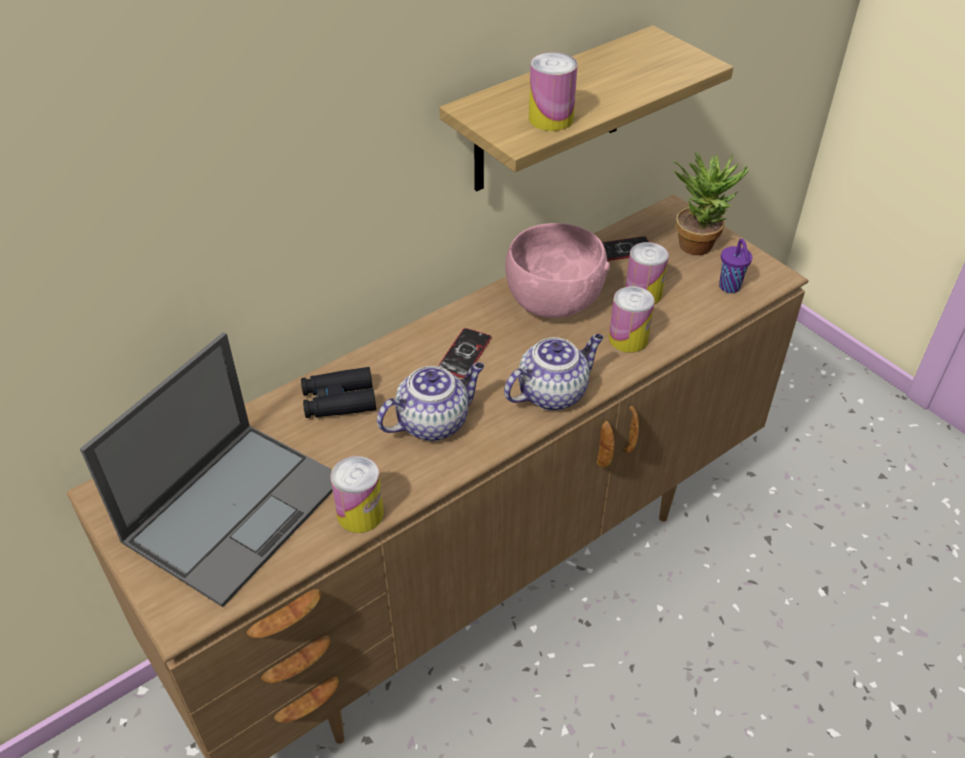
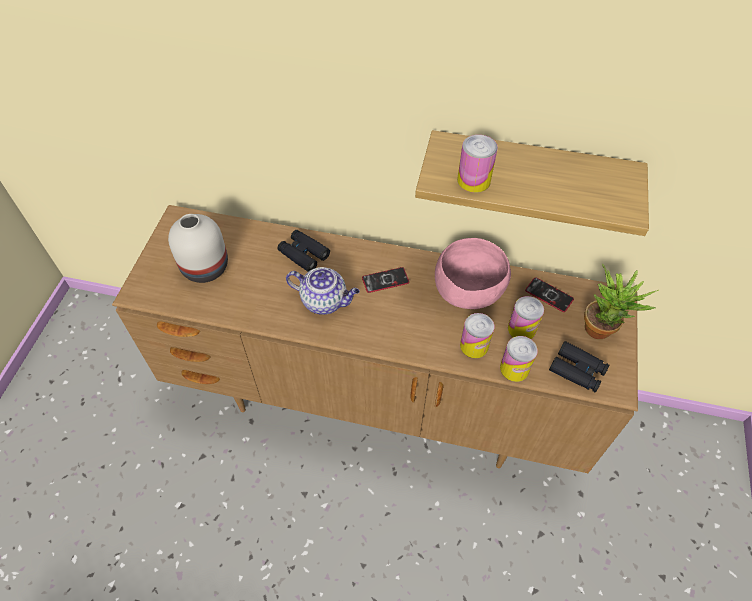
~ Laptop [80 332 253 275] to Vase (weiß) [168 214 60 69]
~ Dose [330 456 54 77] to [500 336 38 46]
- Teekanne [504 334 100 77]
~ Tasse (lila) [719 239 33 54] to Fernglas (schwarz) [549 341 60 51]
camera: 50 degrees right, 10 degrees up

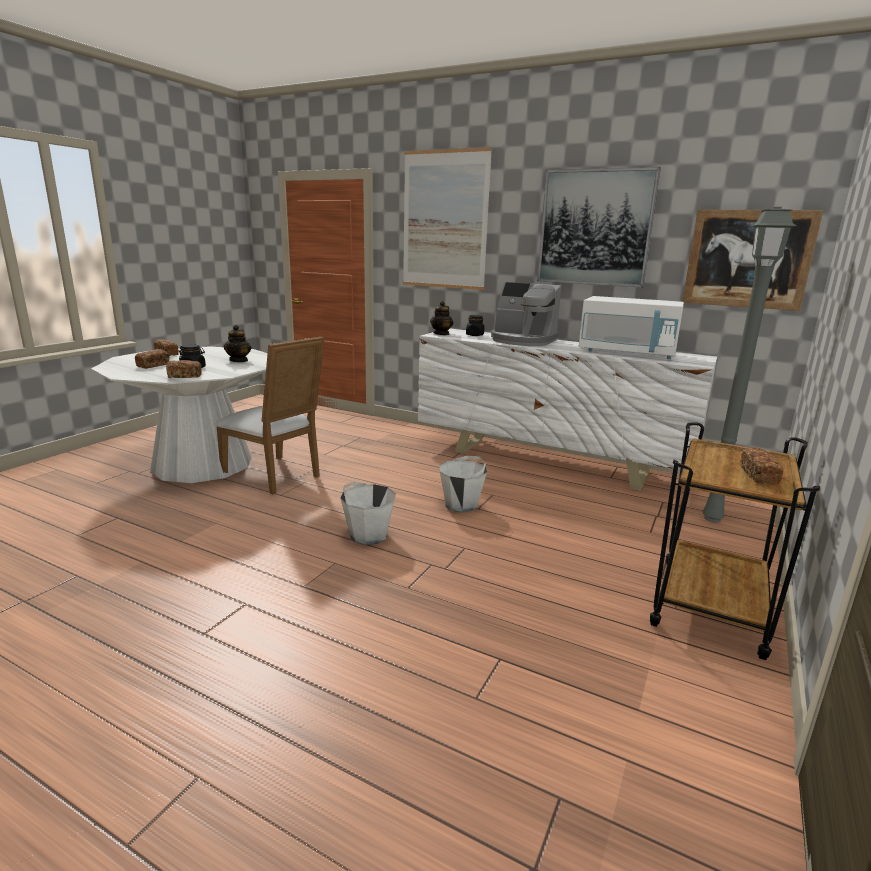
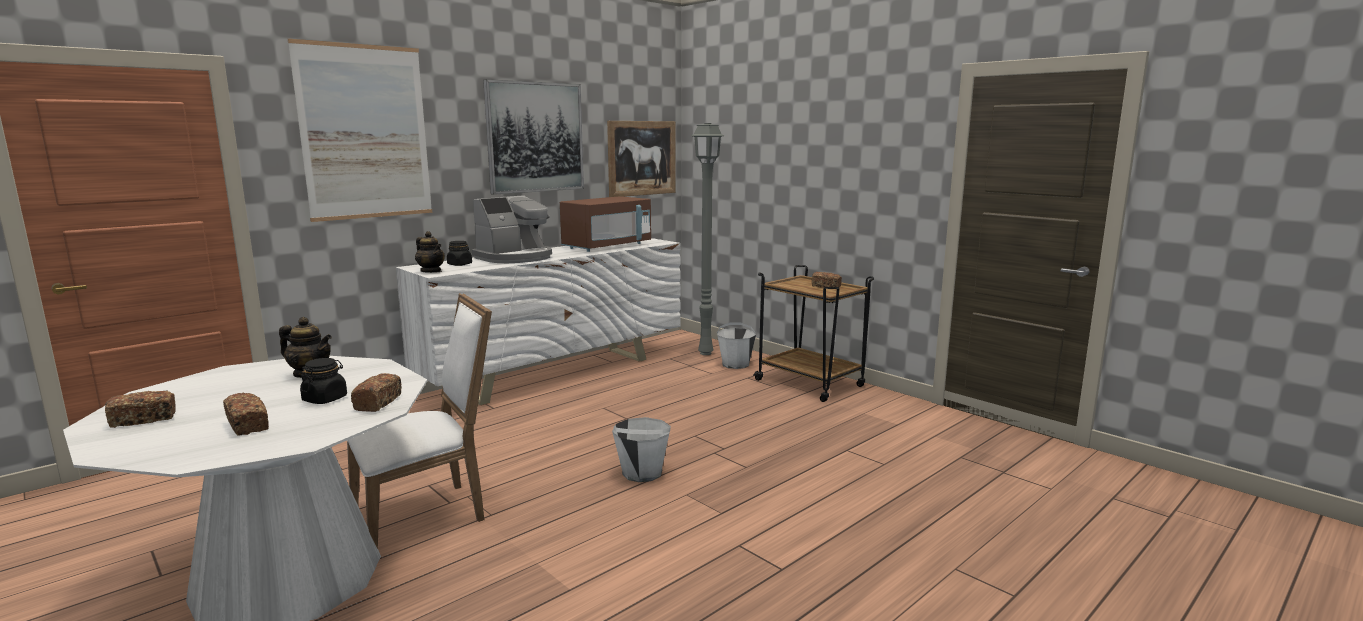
~ Eimer (weiß) [439 456 48 57] to [717 323 39 46]
~ Mikrowelle (weiß) [579 296 105 63] to Mikrowelle (braun) [560 196 91 56]
camera: 70 degrees left, 5 degrees down

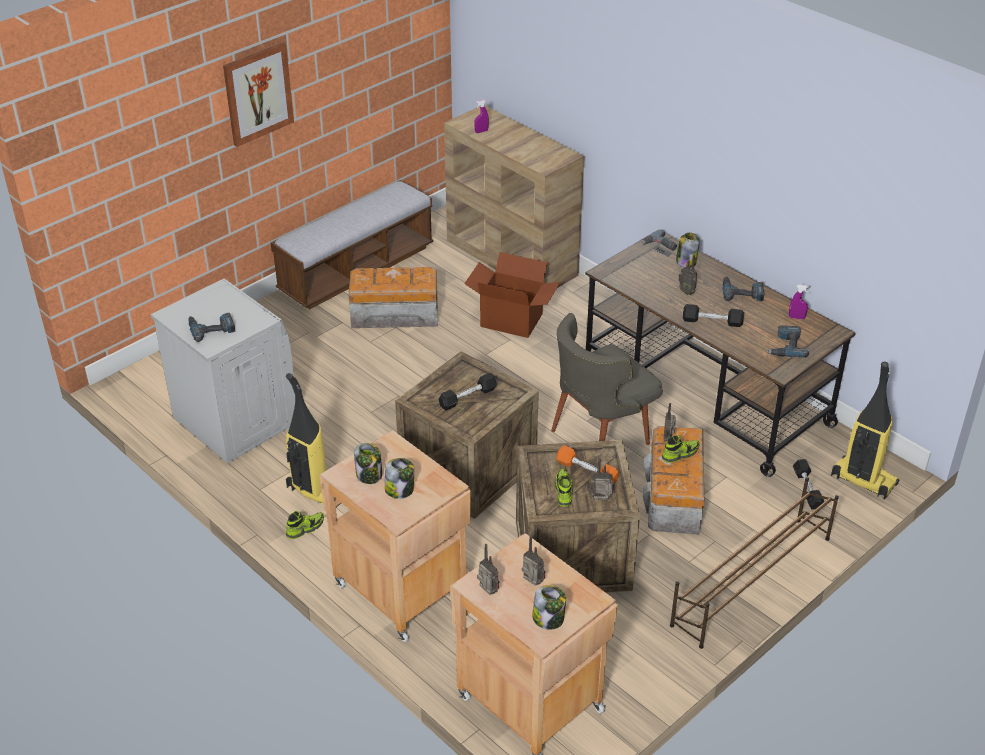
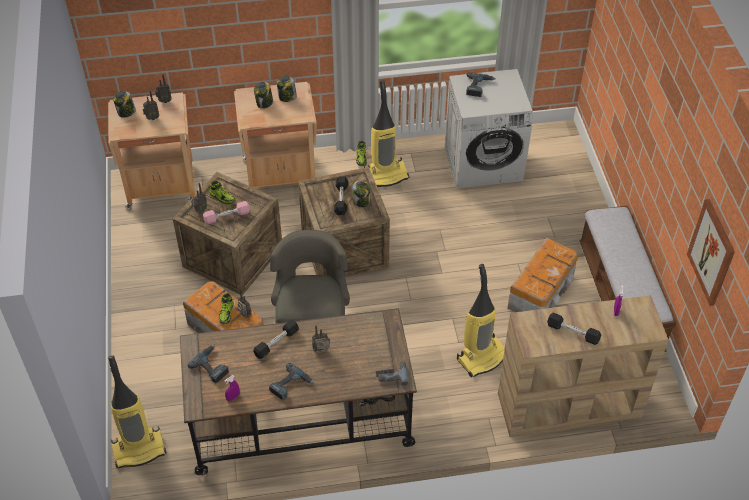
~ Bild [223 42 71 105] to [687 199 48 107]
~ Karton [464 252 96 86] to Staubsauger [457 264 48 113]
~ Hantel (orange) [556 445 63 38] to Hantel (rosa) [203 201 47 23]
- Schuhregal (braun) [670 477 169 172]
~ Vorratsglas [676 233 24 35] to [352 181 18 26]
~ Hantel (schwarz) [793 459 31 51] to [547 313 54 32]
camera: 125 degrees right, 10 degrees up

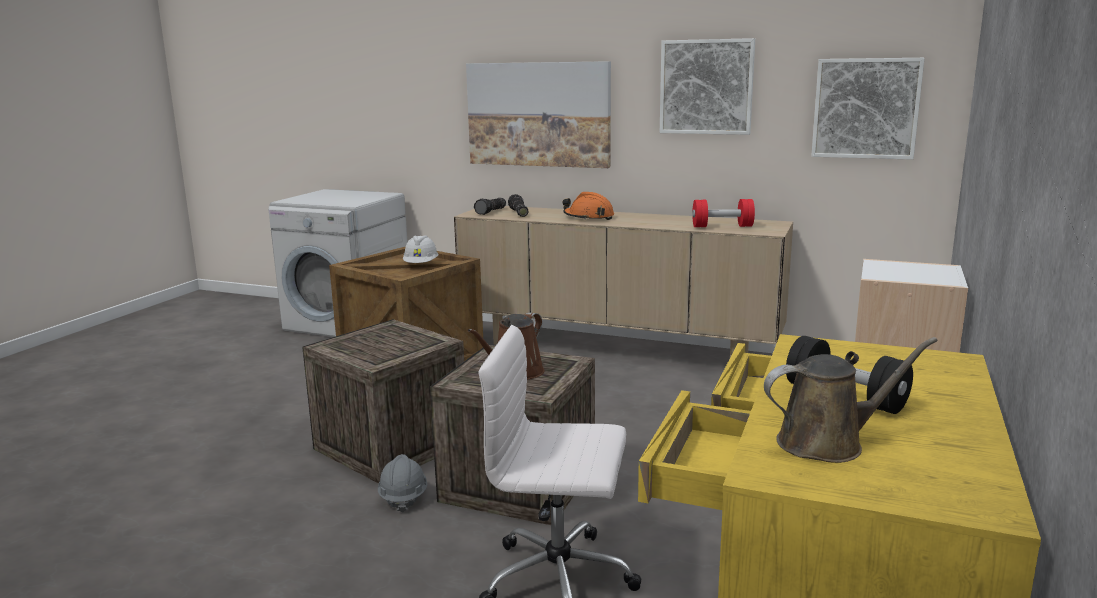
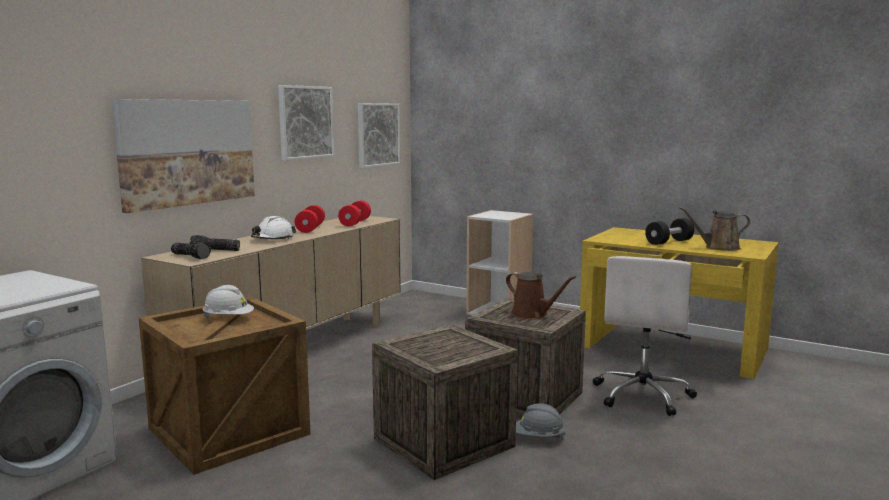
~ Schutzhelm (orange) [562 192 52 28] to Schutzhelm (weiß) [251 216 45 23]
~ Gießkanne (braun) [764 337 174 126] = [679 207 71 44] 90 degrees counterclockwise
+ Hantel (rot) [295 205 30 28]
camera: 80 degrees left, 5 degrees down

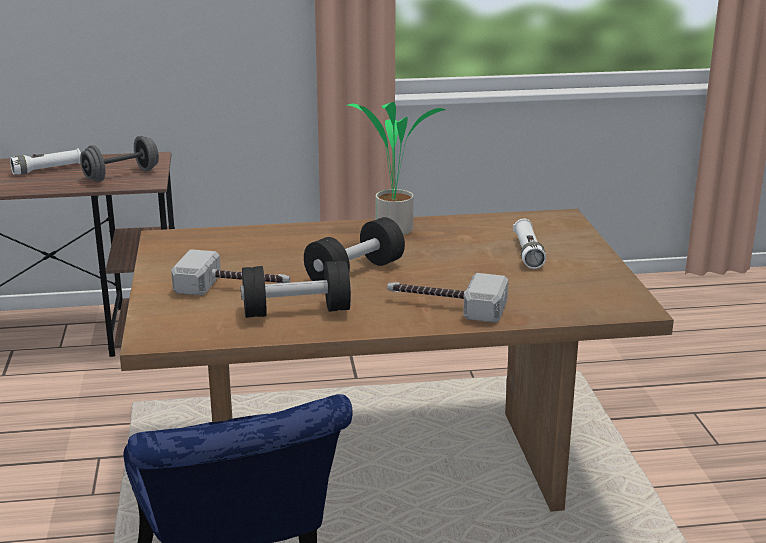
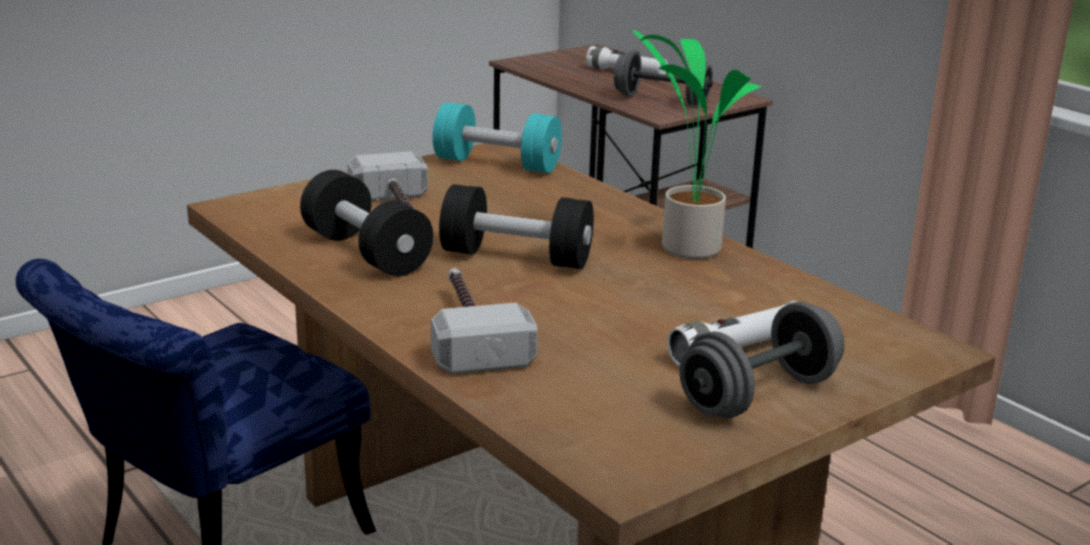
+ Hantel (türkis) [433 102 129 71]
+ Hantel (grau) [679 302 166 116]
camera: 60 degrees right, 0 degrees up

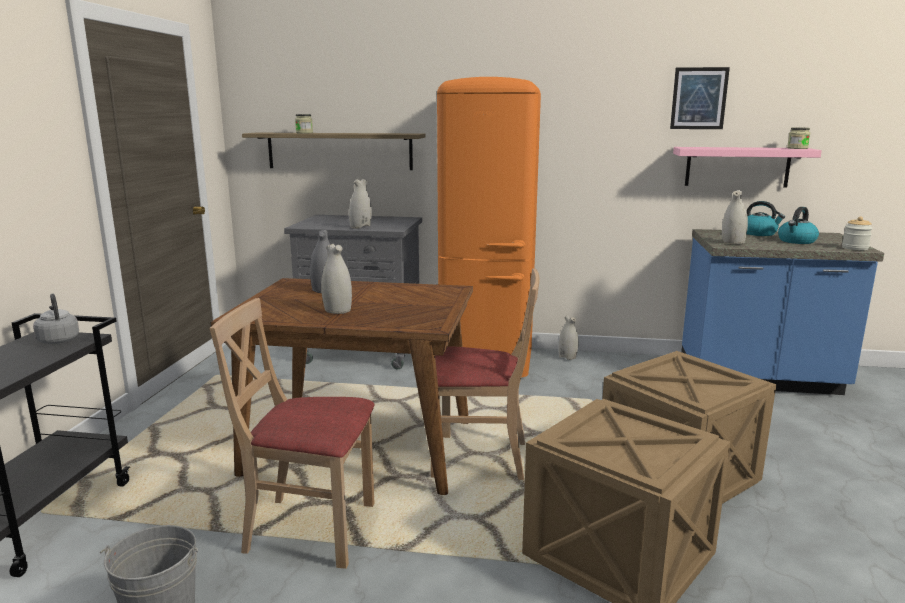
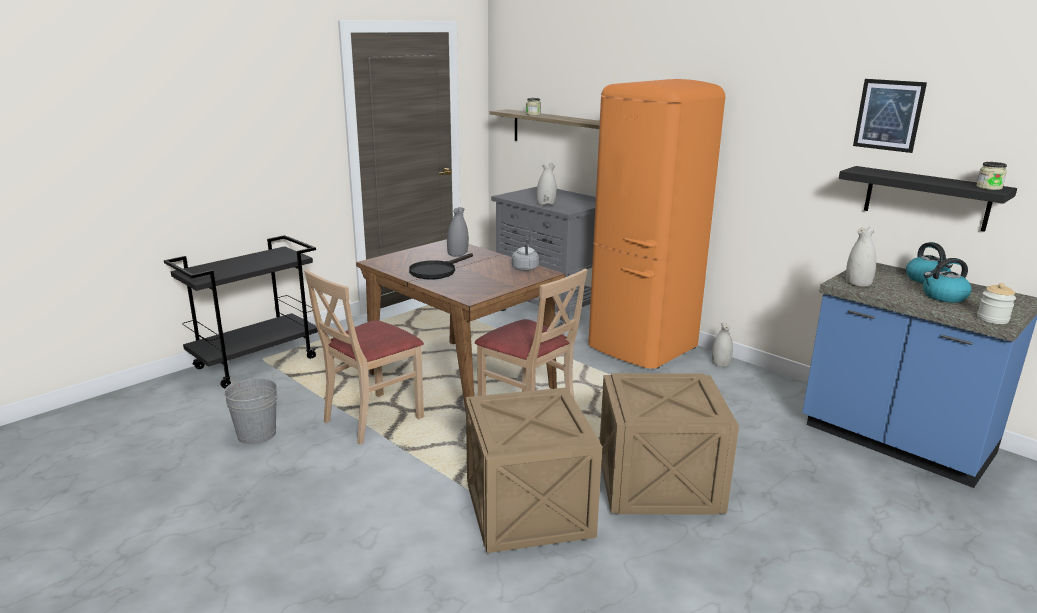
~ Wasserkessel (grau) [33 294 46 50] to [512 236 27 35]
~ Stuhl (beige) [210 298 165 271] = [304 270 120 175] 90 degrees counterclockwise
~ Vase (weiß) [321 244 31 70] to Pfanne (schwarz) [409 253 64 27]
~ Wandregal (rosa) [673 147 149 40] to Wandregal (schwarz) [839 166 178 66]
camera: 35 degrees right, 5 degrees up

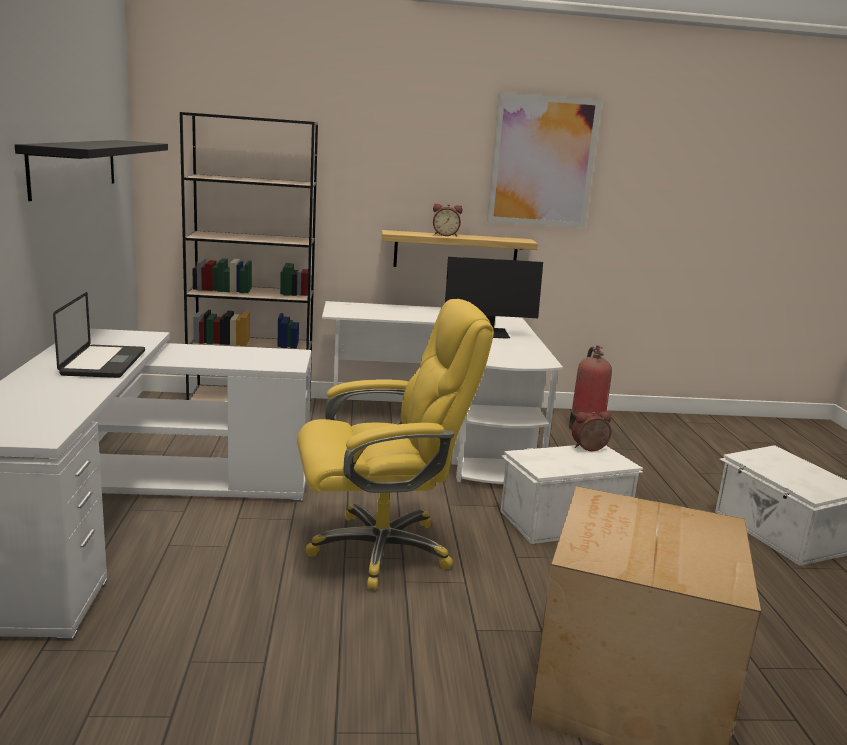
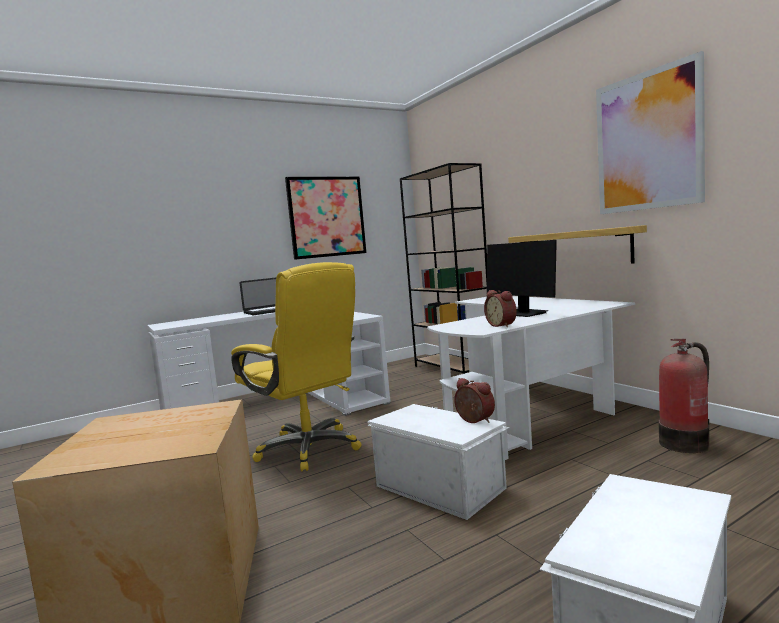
~ Wandregal (schwarz) [15 140 153 61] to Bild [285 177 82 83]
~ Wecker [433 204 29 33] to [484 290 33 38]
camera: 65 degrees right, 10 degrees down

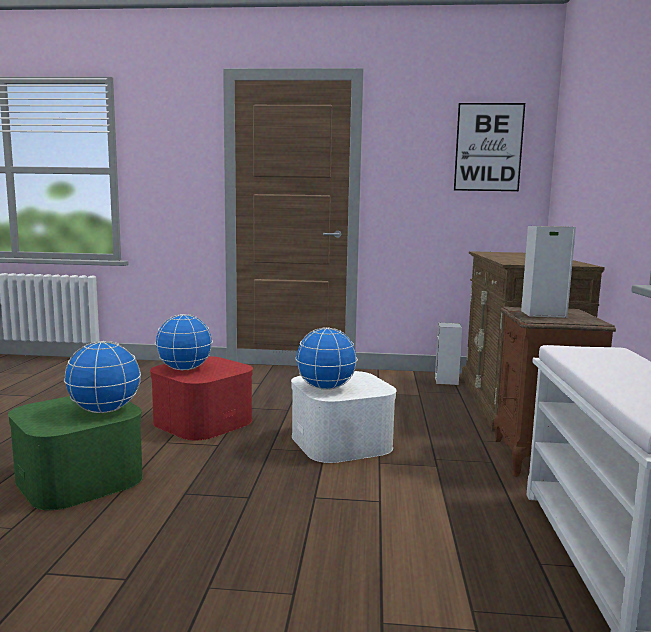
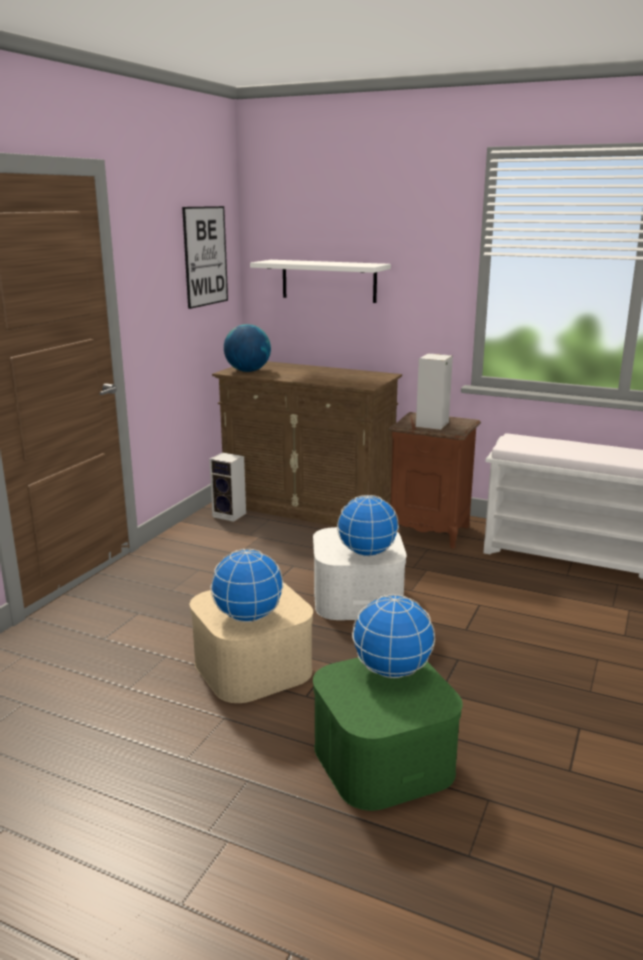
~ Aufbewahrungsbox (rot) [150 356 103 84] to Aufbewahrungsbox (beige) [190 583 123 120]
+ Globus [224 324 47 48]
+ Wandregal (weiß) [250 260 141 43]
camera: 70 degrees left, 10 degrees up

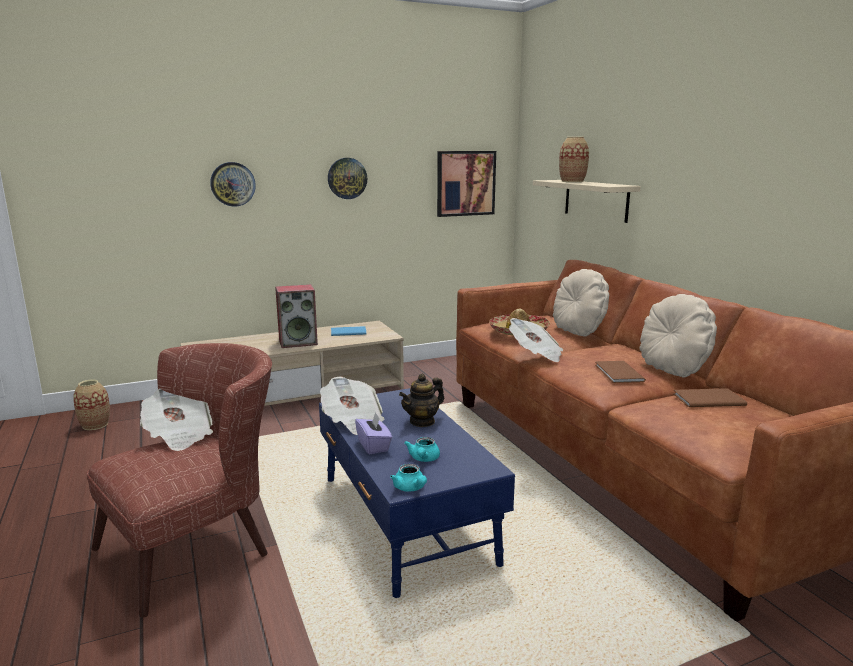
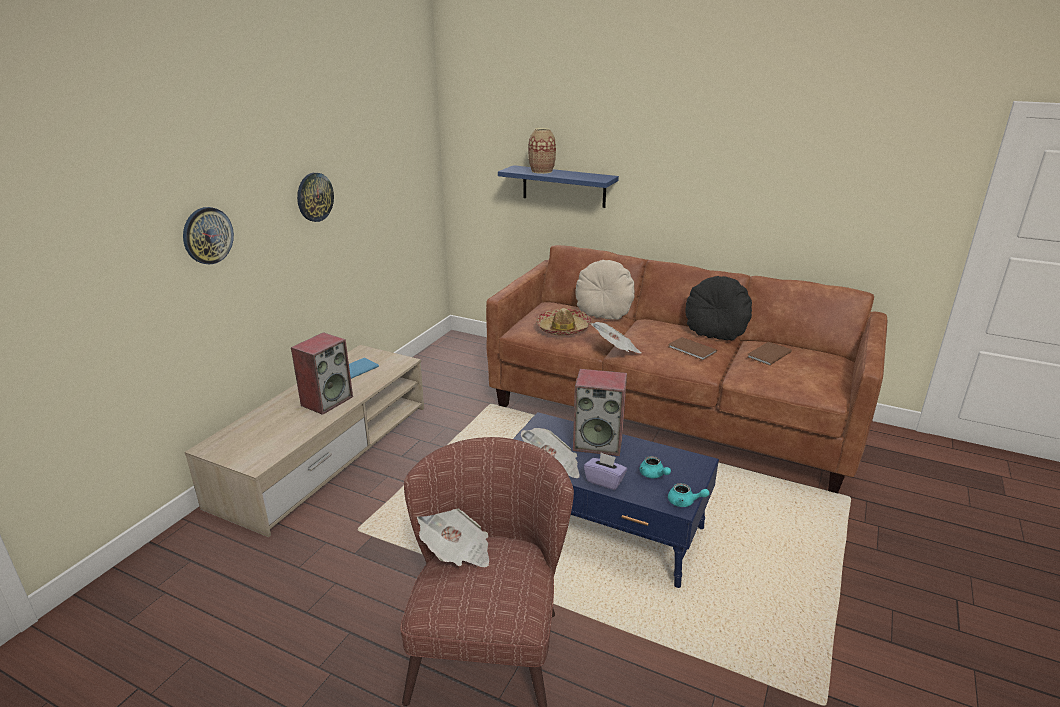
- Vase [73 379 37 51]
~ Teekanne [399 374 45 53] to Lautsprecher [573 369 54 87]
- Bild [437 151 59 66]
~ Wandregal (beige) [533 180 108 43] to Wandregal (blau) [498 165 121 43]
~ Kissen (beige) [639 294 78 83] to Kissen (schwarz) [685 276 67 64]
camera: 40 degrees left, 10 degrees up

